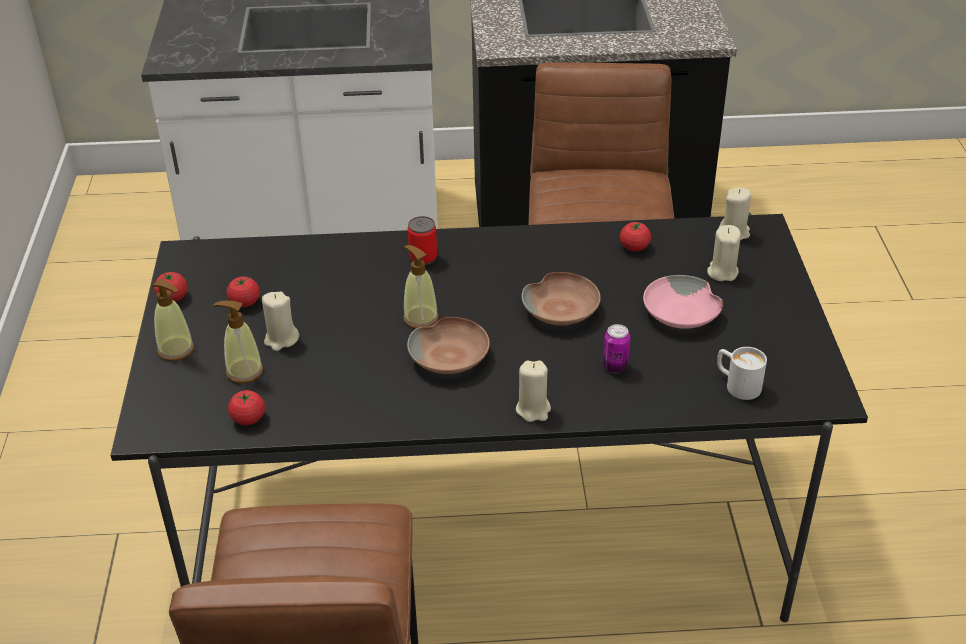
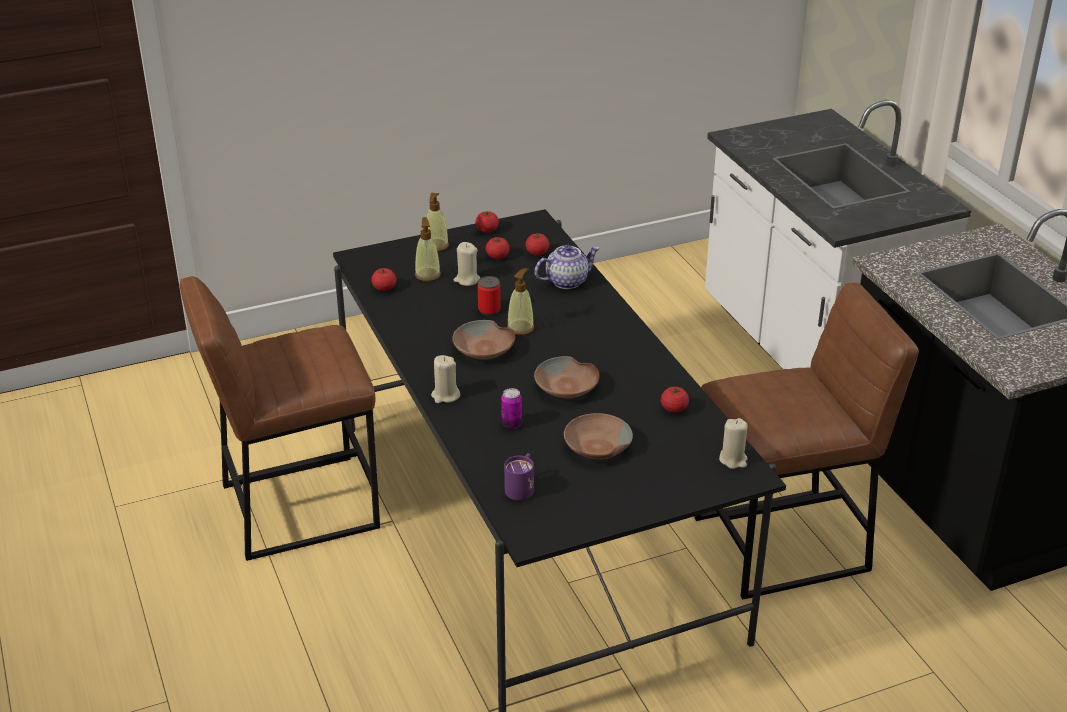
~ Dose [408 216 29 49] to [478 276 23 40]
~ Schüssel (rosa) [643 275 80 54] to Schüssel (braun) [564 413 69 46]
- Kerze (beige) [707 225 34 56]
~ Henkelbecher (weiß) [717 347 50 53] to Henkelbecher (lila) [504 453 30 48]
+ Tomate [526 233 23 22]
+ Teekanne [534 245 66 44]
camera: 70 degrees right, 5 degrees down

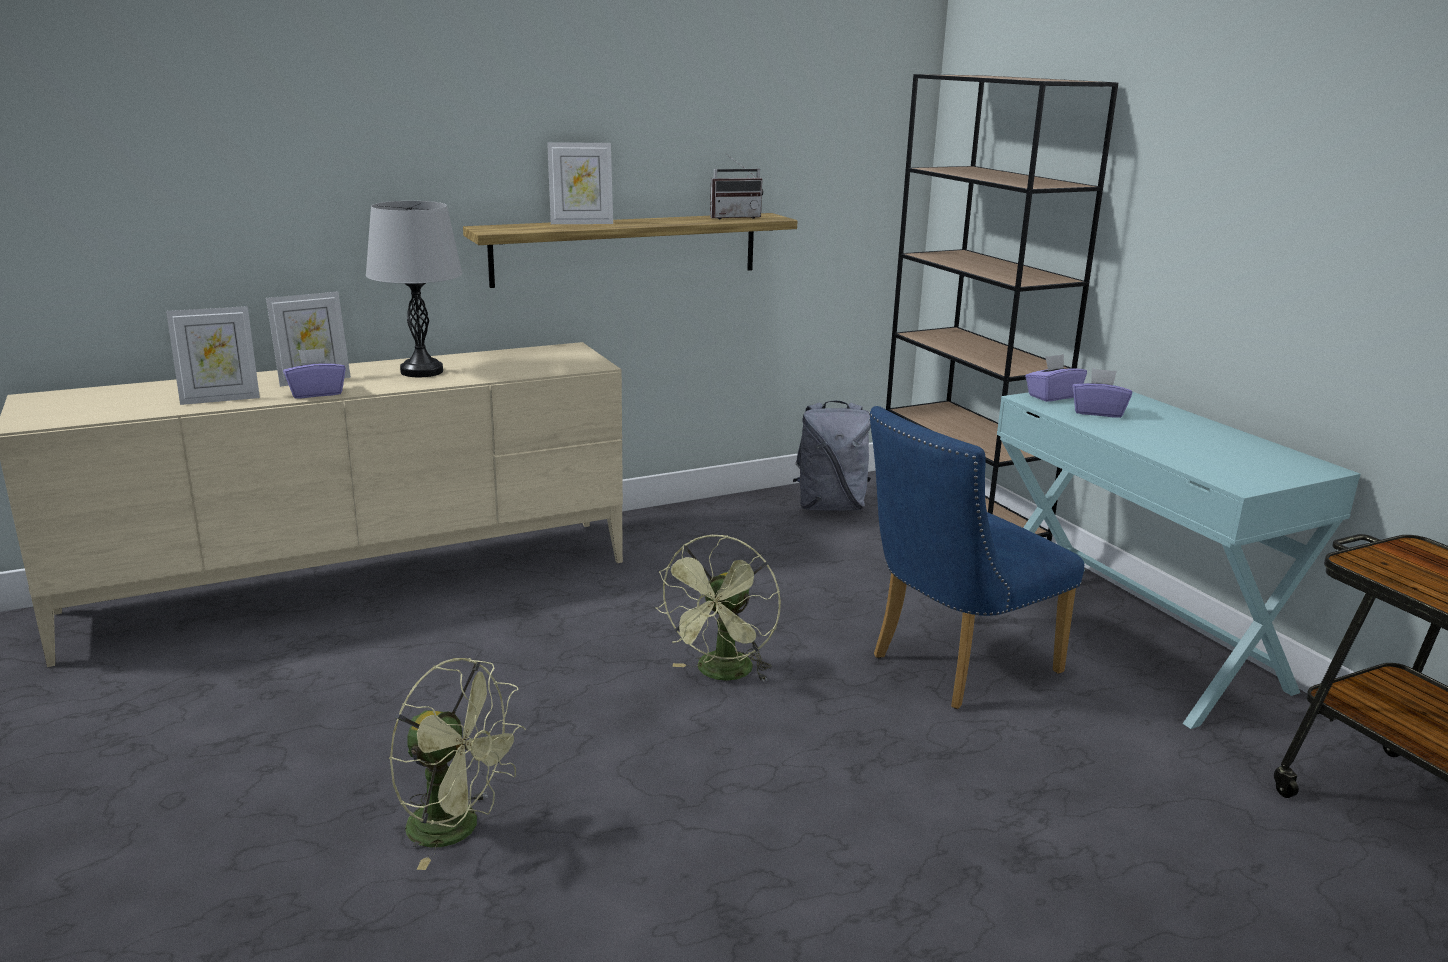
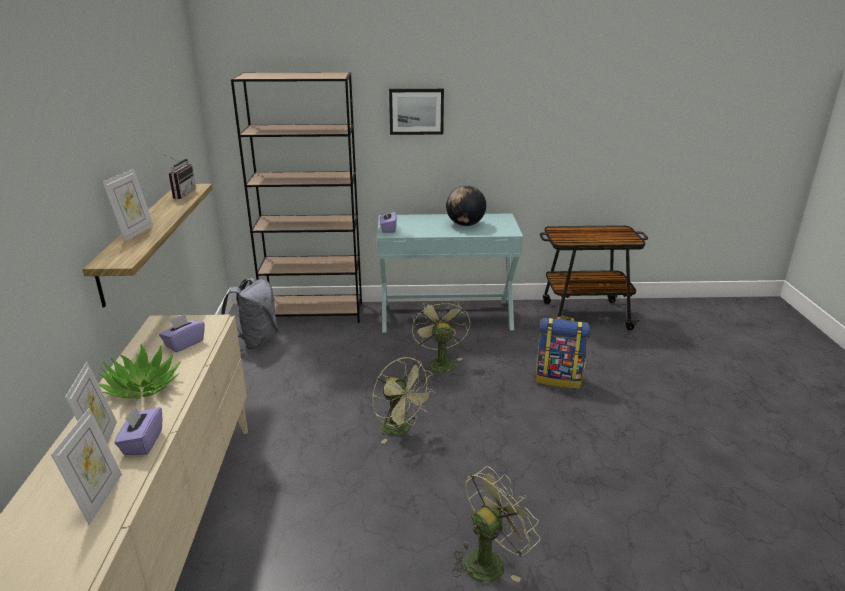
~ Tischlampe (grau) [366 201 97 176] to Topfpflanze [98 345 82 53]
~ Stuhl (blau) [869 406 215 303] to Ventilator (grün) [412 298 58 80]
~ Taschentuchbox (lila) [1072 368 60 50] to [159 314 46 38]
+ Bild [389 89 55 46]
+ Globus [446 185 40 41]
+ Rucksack [536 317 54 72]
camera: 65 degrees left, 5 degrees up

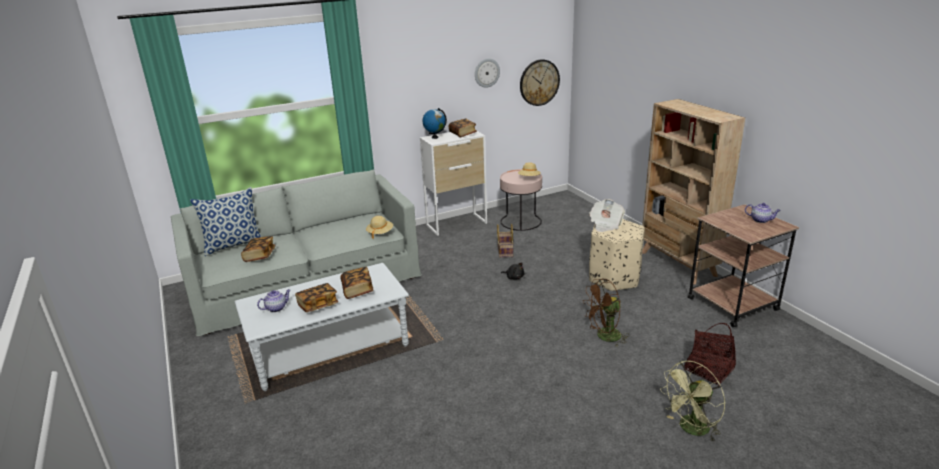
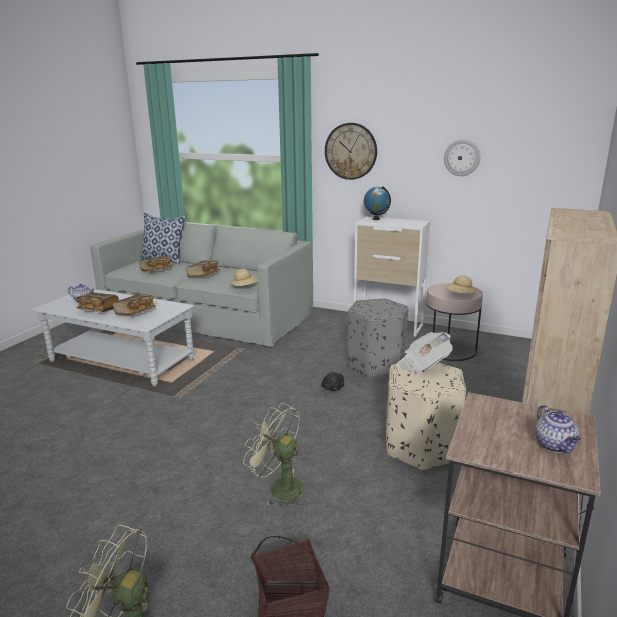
~ Buch [449 119 28 18] to [186 260 34 17]
~ Korb [497 224 17 34] to Polsterhocker (grau) [347 298 61 80]
~ Wanduhr [520 59 40 47] to [325 123 52 57]
~ Ventilator (braun) [583 279 46 68] to Ventilator (grün) [243 403 63 105]
camera: 50 degrees right, 5 degrees down

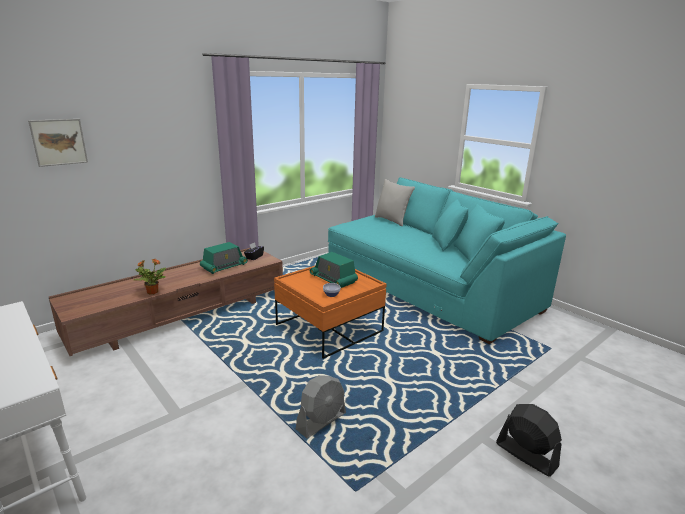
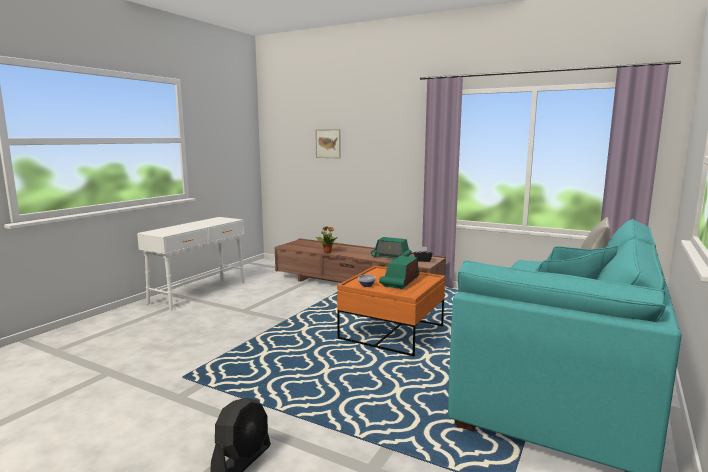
- Ventilator (grau) [296 375 50 64]
camera: 70 degrees right, 10 degrees down

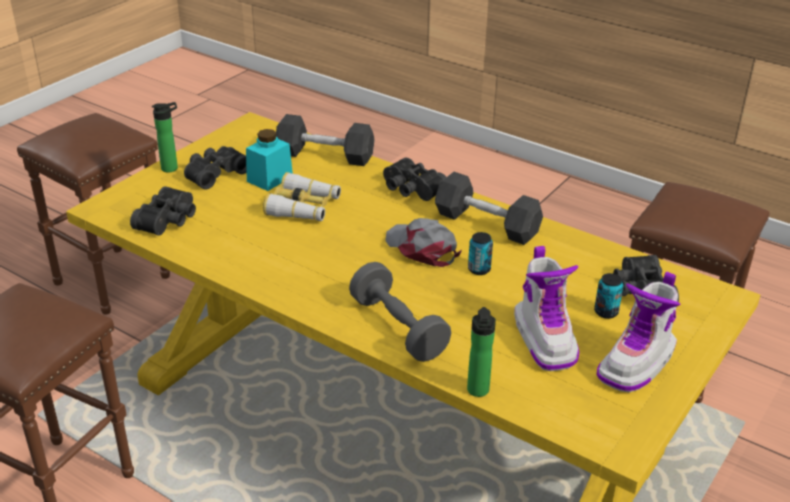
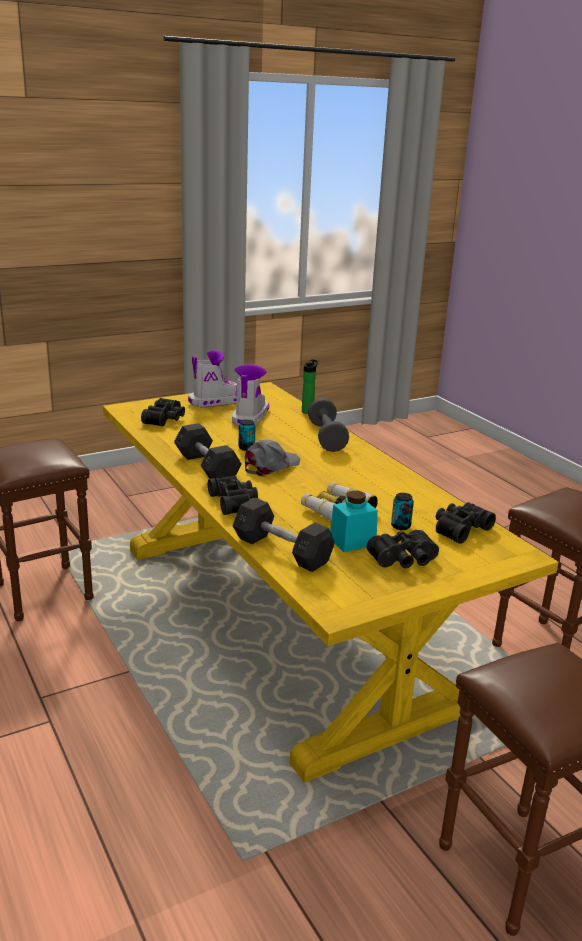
- Flasche [152 102 26 70]
~ Kappe (grau) [385 218 77 49] = [245 440 55 37] 120 degrees counterclockwise
~ Dose [594 273 30 46] to [391 493 23 37]
camera: 155 degrees left, 10 degrees down

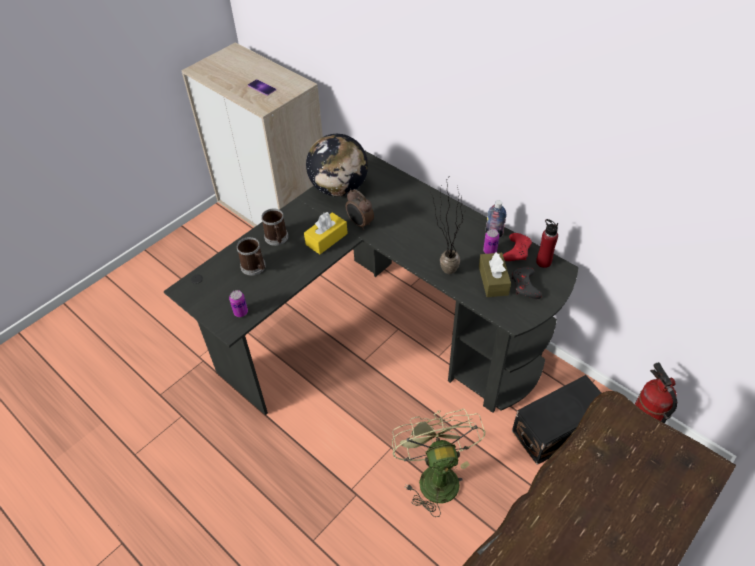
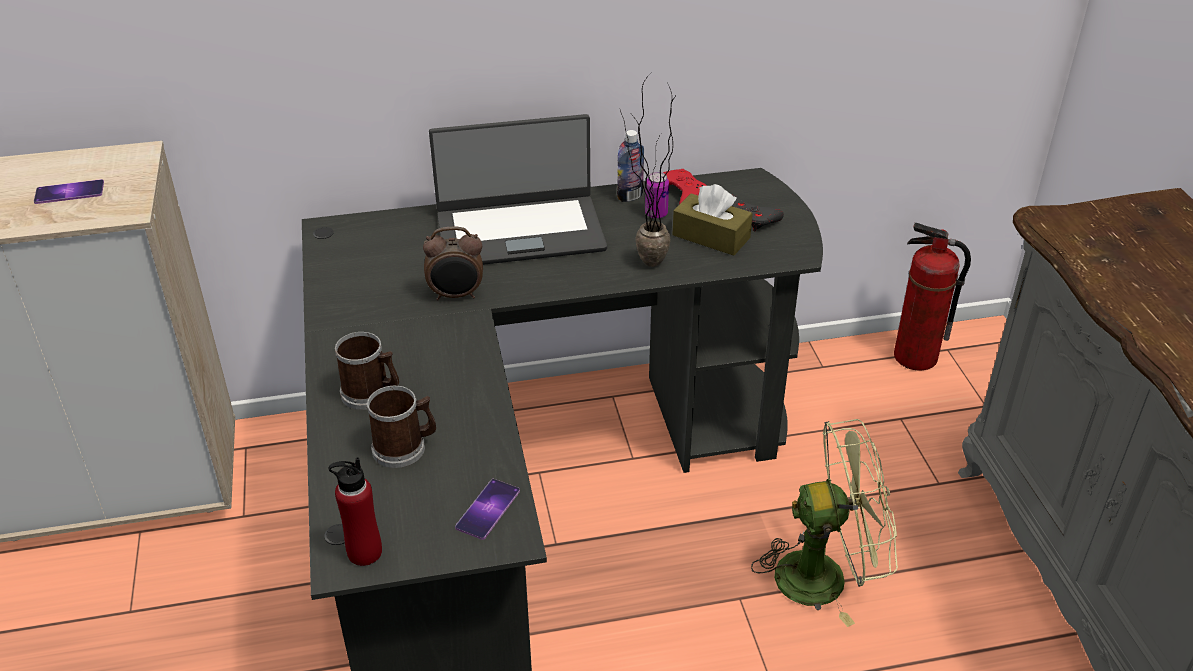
~ Dose [229 290 19 27] to Handy [455 479 65 61]
- Taschentuchbox (gelb) [304 212 44 42]
- Globus [306 134 62 62]
~ Ventilator (grün) [392 409 94 108] = [751 419 147 208] 150 degrees clockwise
- Aufbewahrungsbox (schwarz) [512 375 90 90]
~ Flasche (rot) [536 219 22 49] to [329 457 53 109]
+ Laptop [429 114 178 151]
camera: 55 degrees left, 10 degrees down

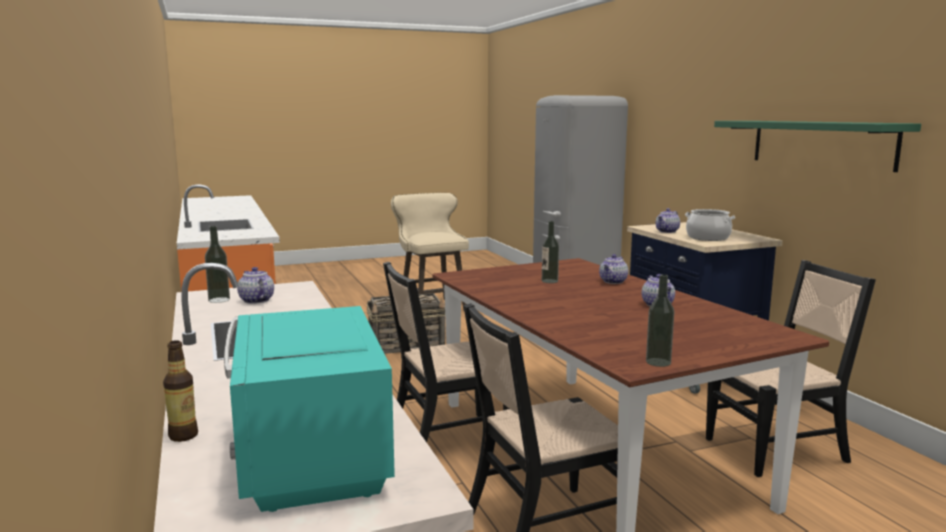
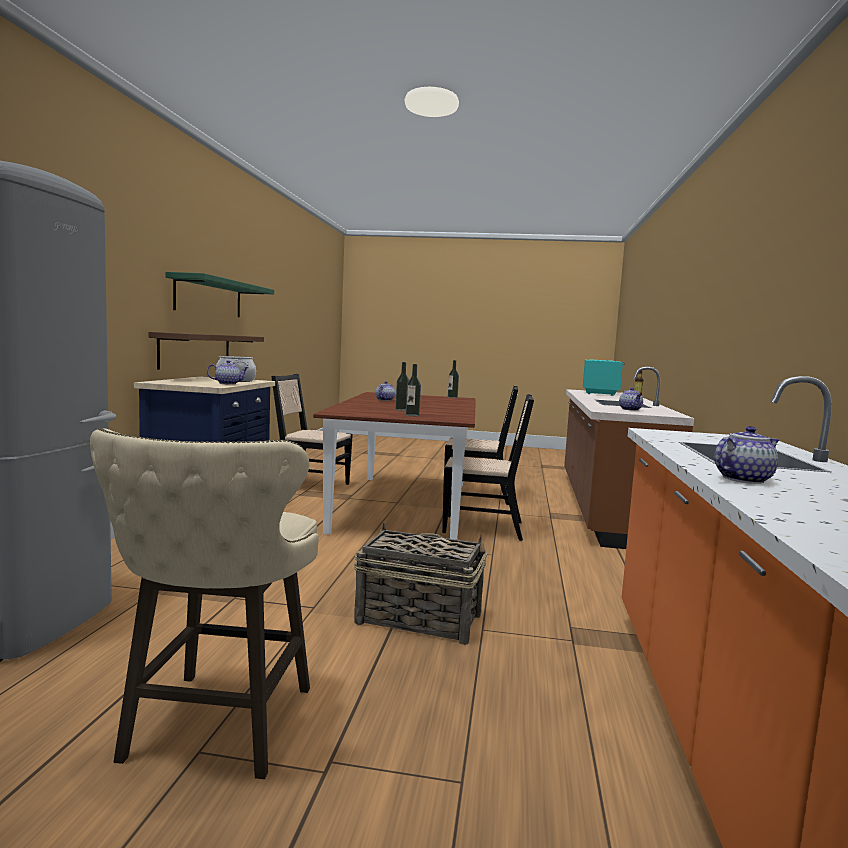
~ Flasche [205 226 25 77] to [406 364 15 52]
~ Teekanne [599 254 29 30] to [714 426 65 58]
+ Wandregal (braun) [149 332 115 38]
camera: 150 degrees left, 5 degrees down

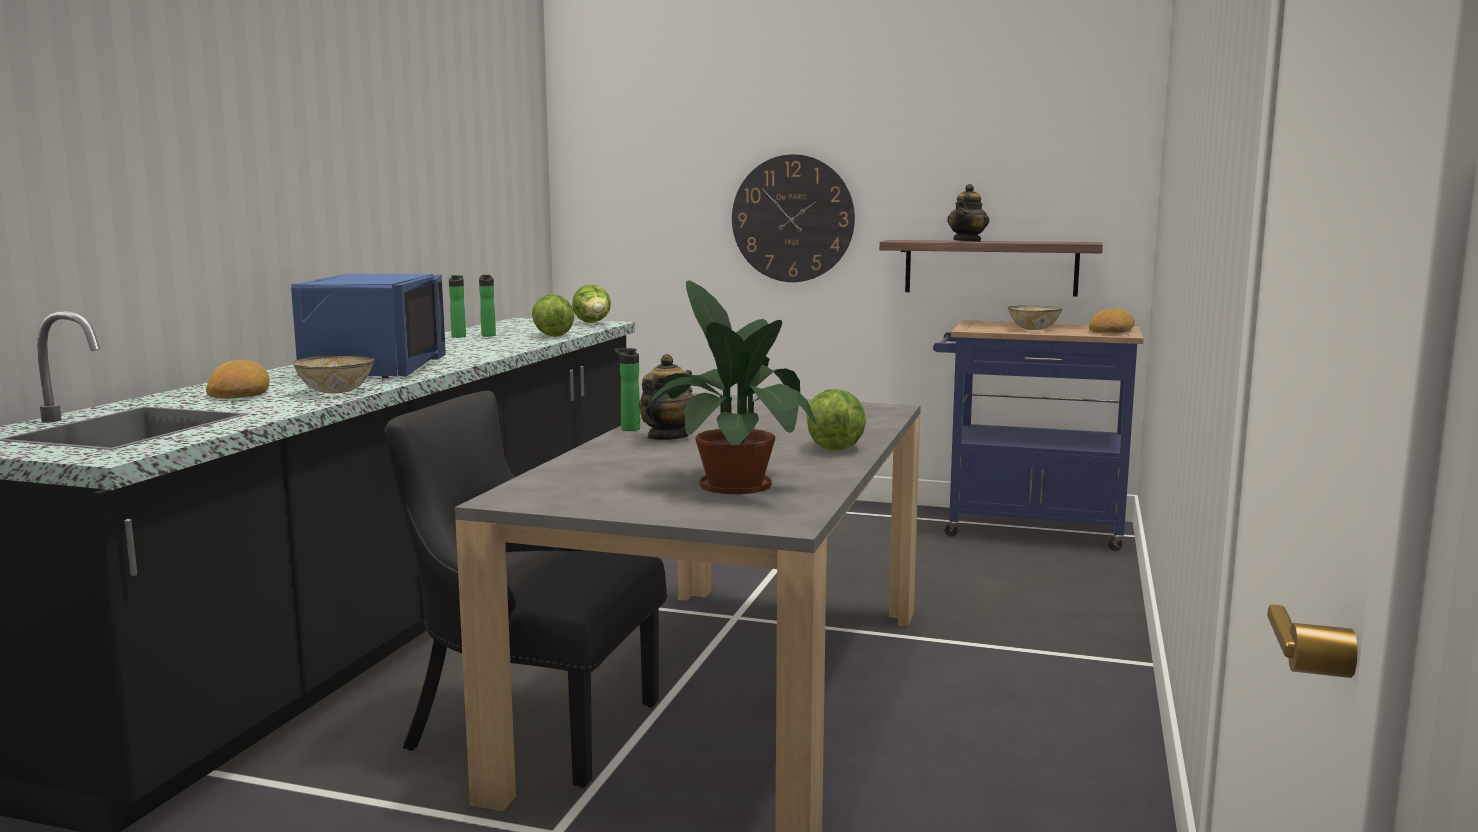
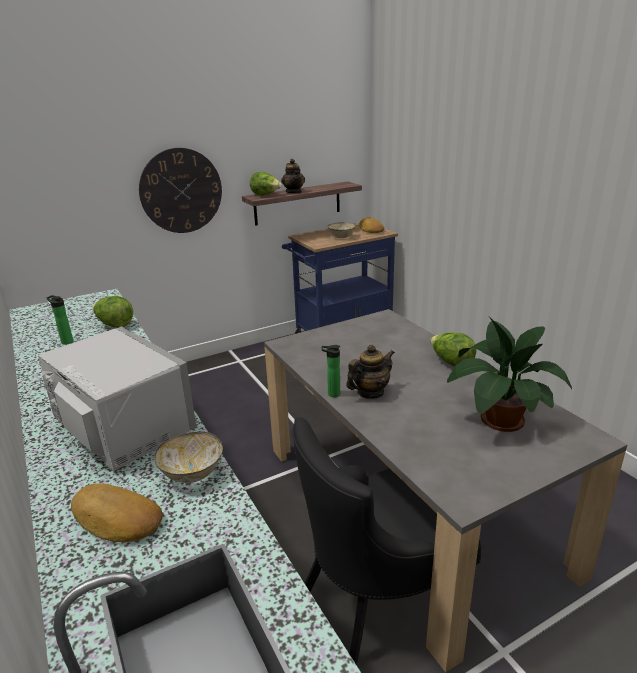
~ Mikrowelle (blau) [291 274 155 104] to Mikrowelle (grau) [38 326 159 145]
- Flasche [449 275 17 63]
~ Salatkopf [572 285 39 38] to [250 172 32 23]
~ Teekanne [639 354 55 86] = [346 345 49 54] 75 degrees clockwise
camera: 45 degrees left, 15 degrees up

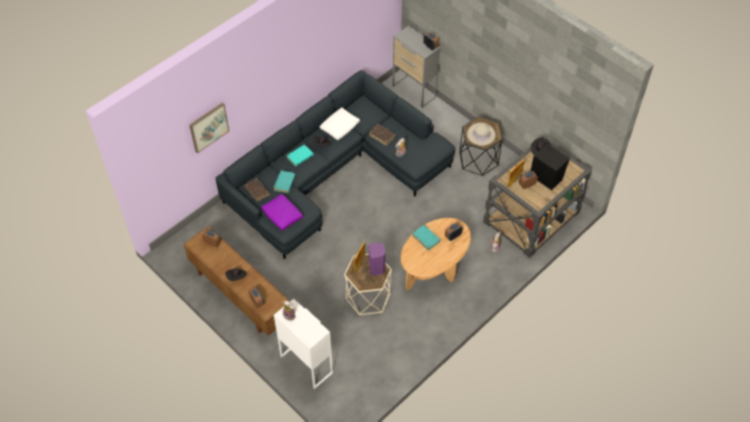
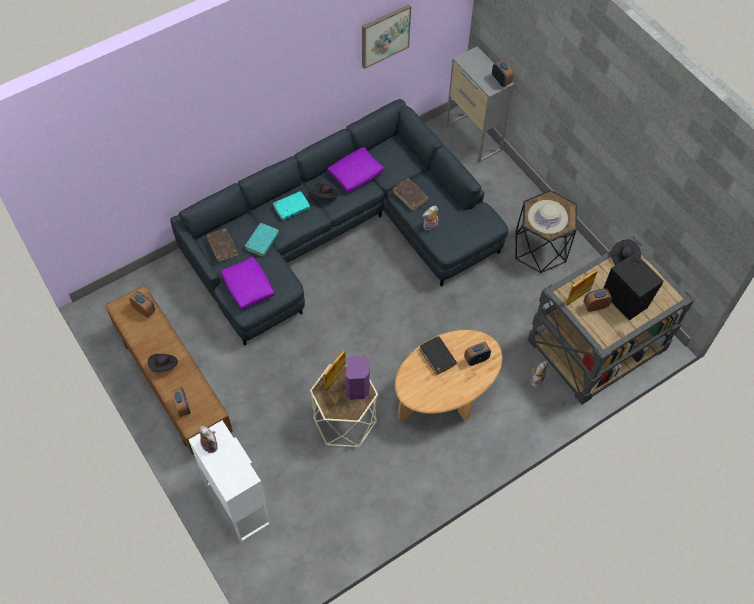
~ Bild [189 102 40 52] to [362 4 49 65]
~ Kissen (weiß) [320 108 40 32] to Kissen (lila) [327 147 57 46]
~ Buch (türkis) [413 225 27 26] to Buch (schwarz) [419 336 38 39]
camera: 10 degrees right, 5 degrees up

